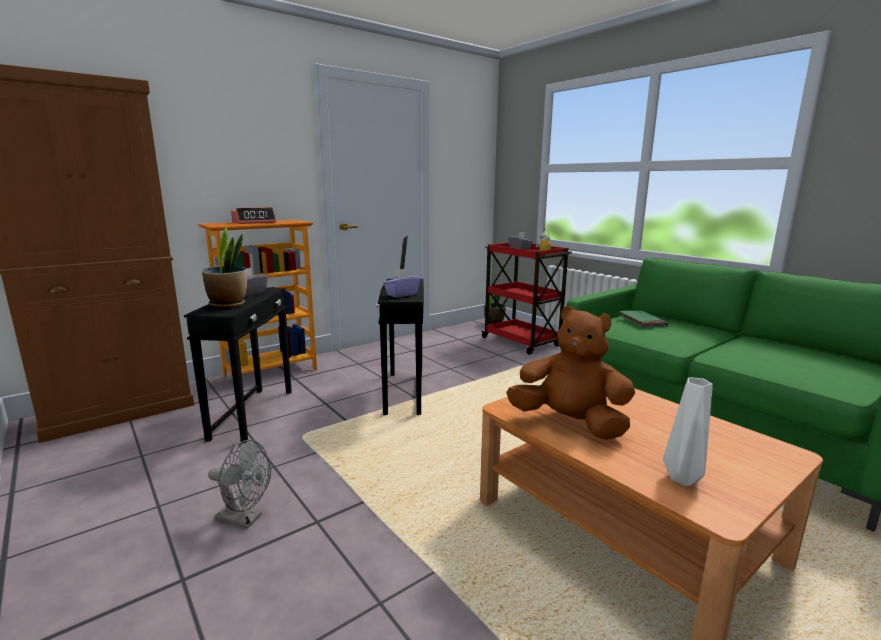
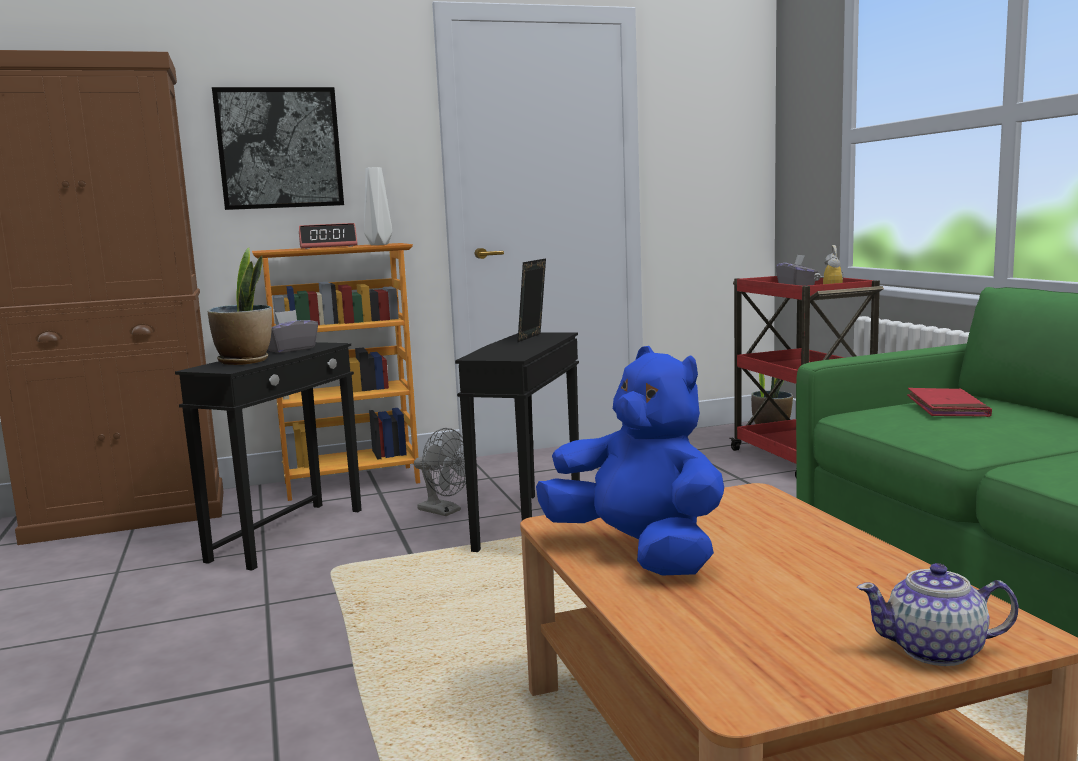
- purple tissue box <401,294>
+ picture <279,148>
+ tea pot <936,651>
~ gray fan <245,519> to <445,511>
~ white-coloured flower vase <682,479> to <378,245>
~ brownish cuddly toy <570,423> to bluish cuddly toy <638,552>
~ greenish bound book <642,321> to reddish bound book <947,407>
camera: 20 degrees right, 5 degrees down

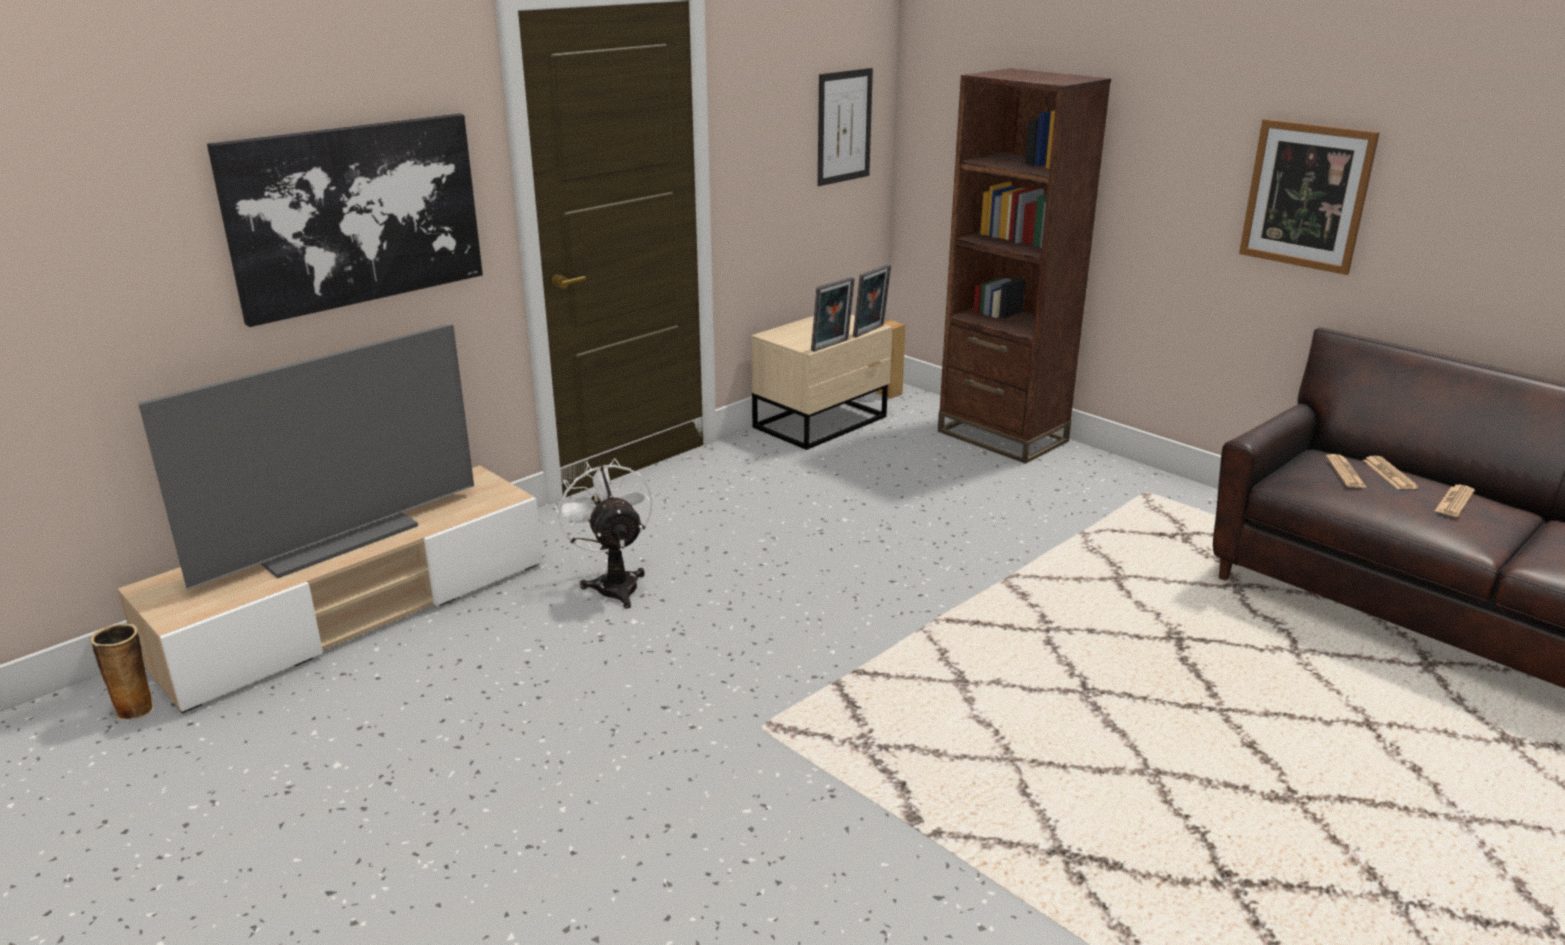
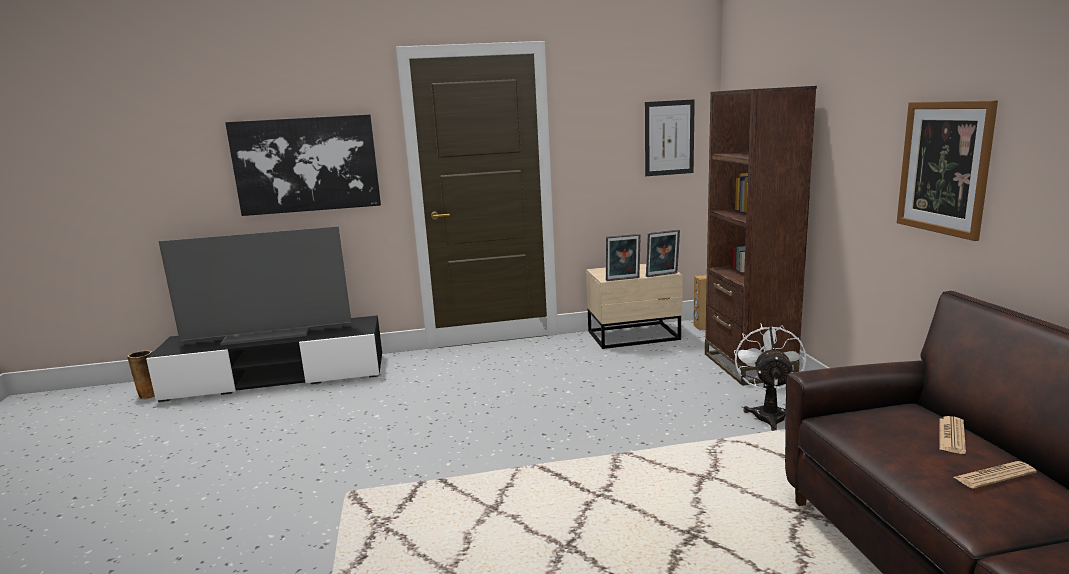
- daily paper <1345,472>
~ white-coloured fan <614,583> to <768,414>
~ beige tv unit <355,611> to black-coloured tv unit <277,377>
camera: 35 degrees right, 10 degrees down

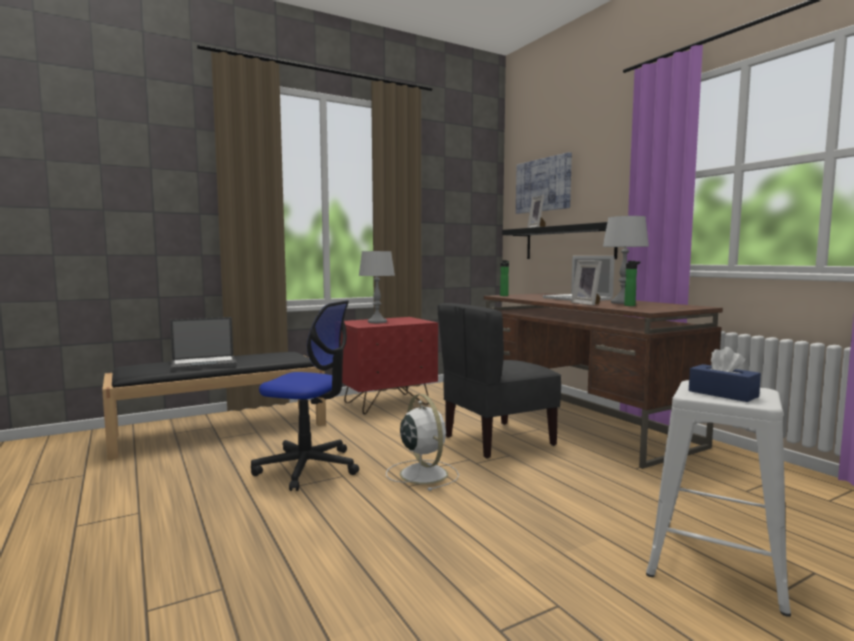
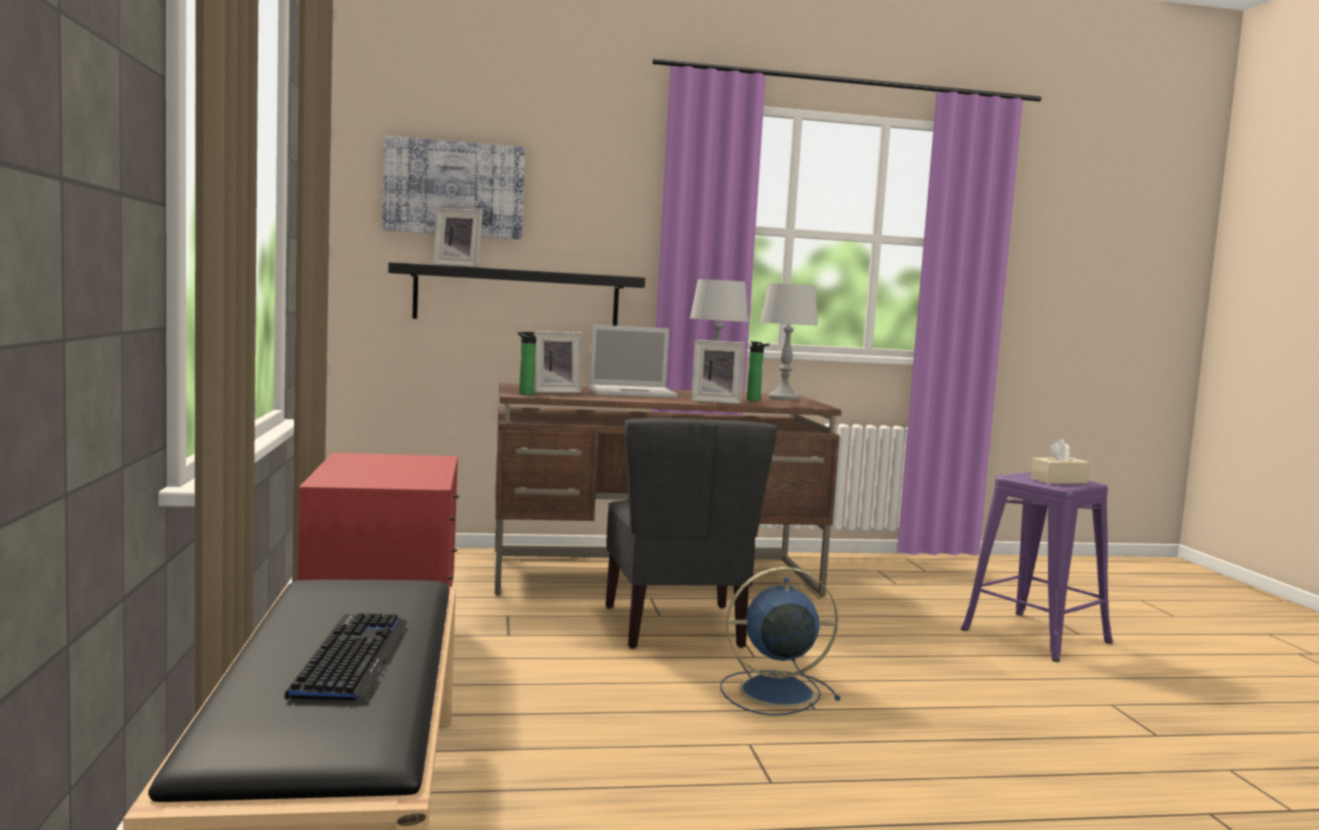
- desk chair <308,468>
+ picture frame <555,392>
~ gray tabletop lamp <377,322> to <783,398>
~ laptop <205,363> to keyboard <352,658>
~ white-coloured fan <422,473> to bluish fan <773,692>
~ white-coloured stool <716,563> to purple stool <1035,636>
~ bluish tissue box <722,394> to beige tissue box <1059,481>
camera: 70 degrees left, 0 degrees up

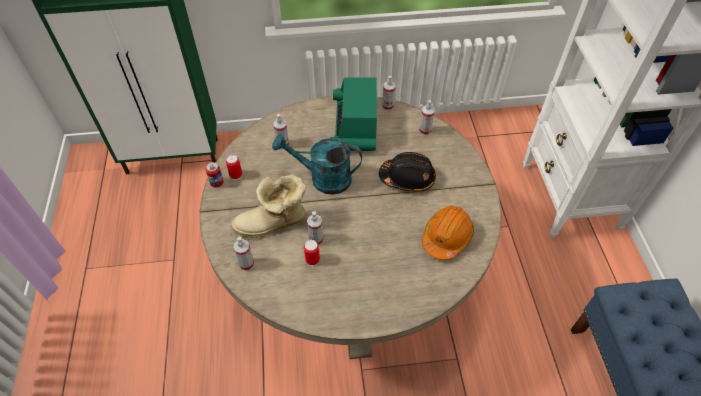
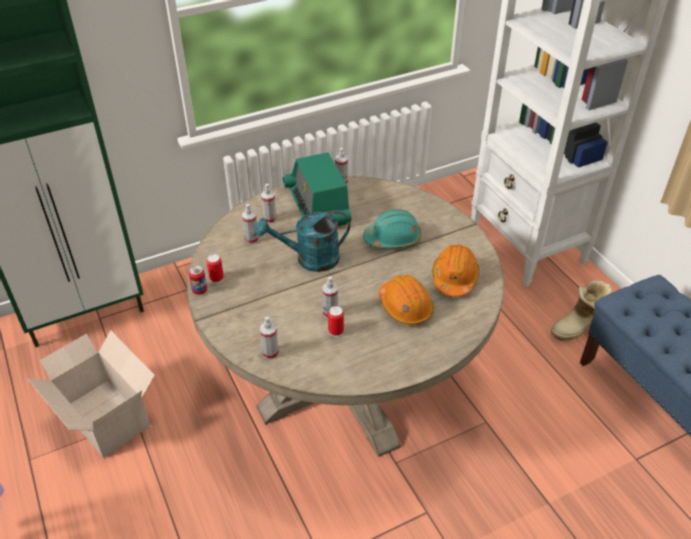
+ carton <105,415>
+ orange hard hat <405,307>
~ tall boot <273,224> to <577,326>
~ spray bottle <425,130> to <270,219>
~ black-coloured hard hat <407,178> to turquoise-coloured hard hat <392,239>
camera: 20 degrees left, 10 degrees down

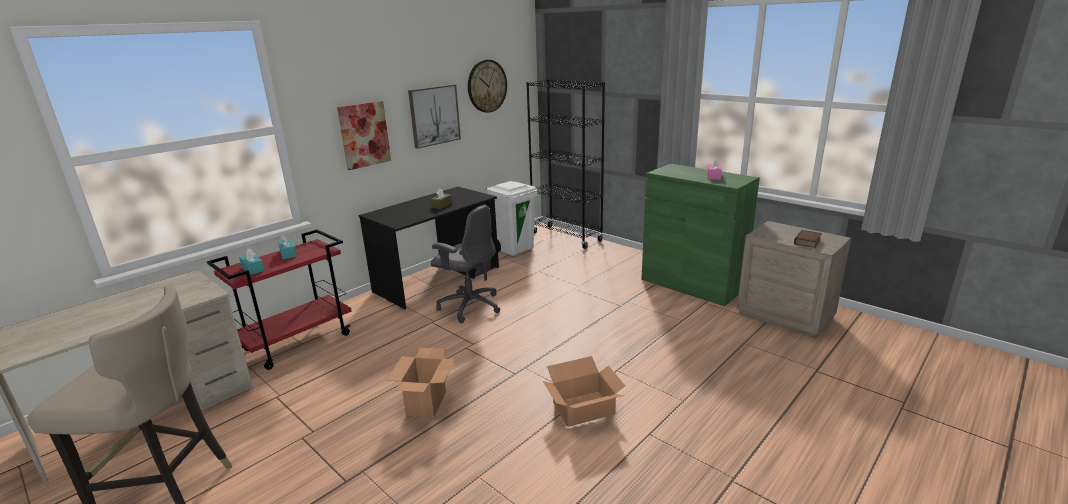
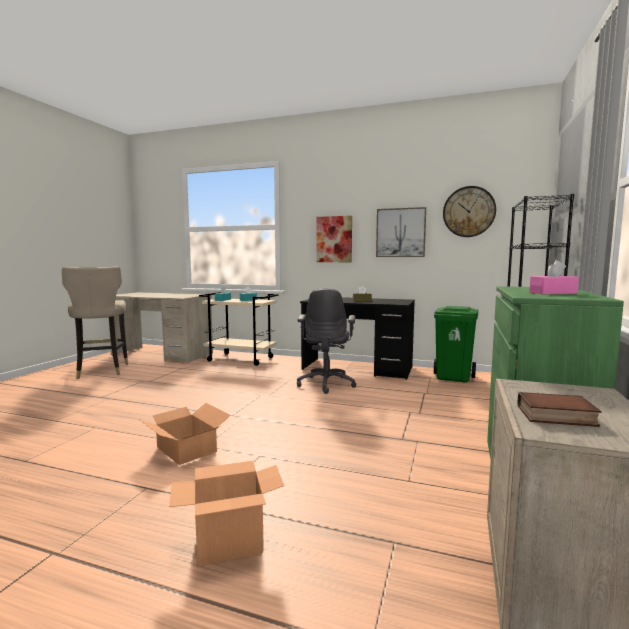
~ carton <426,403> to <228,544>
~ reddish wheeled cart <298,341> to beige wheeled cart <241,359>
~ white-coloured rubbish bin <514,249> to greenish rubbish bin <454,378>
camera: 65 degrees right, 15 degrees down

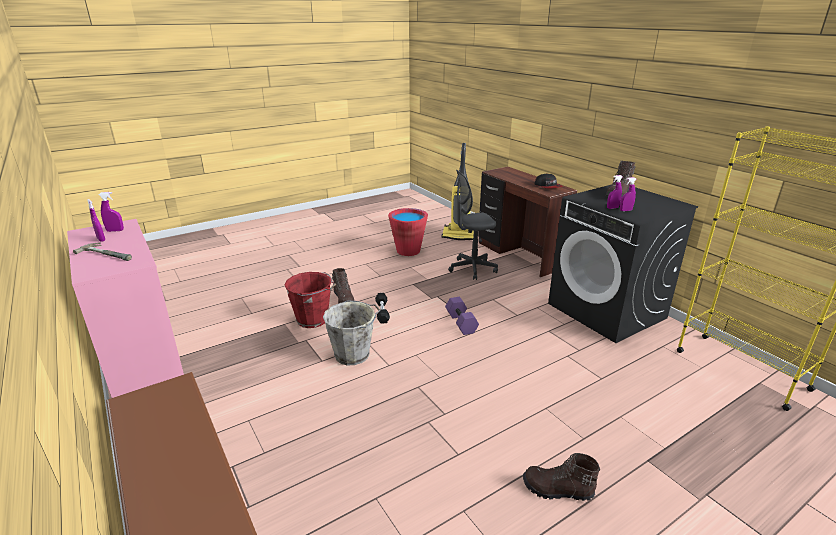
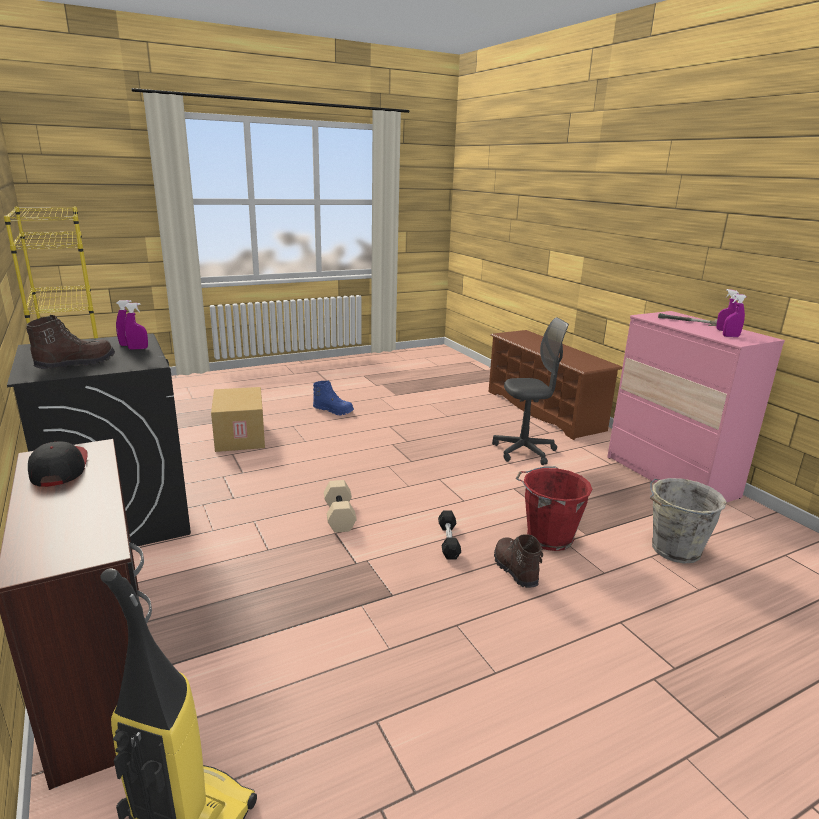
- reddish pail <408,251>
+ carton <241,436>
~ gray pail <353,354> to <674,550>
~ gray desk chair <472,269> to <524,451>
~ purple free weight <462,323> to beige free weight <338,516>
~ brownish tall boot <557,490> to bluish tall boot <333,410>
camera: 175 degrees left, 5 degrees down

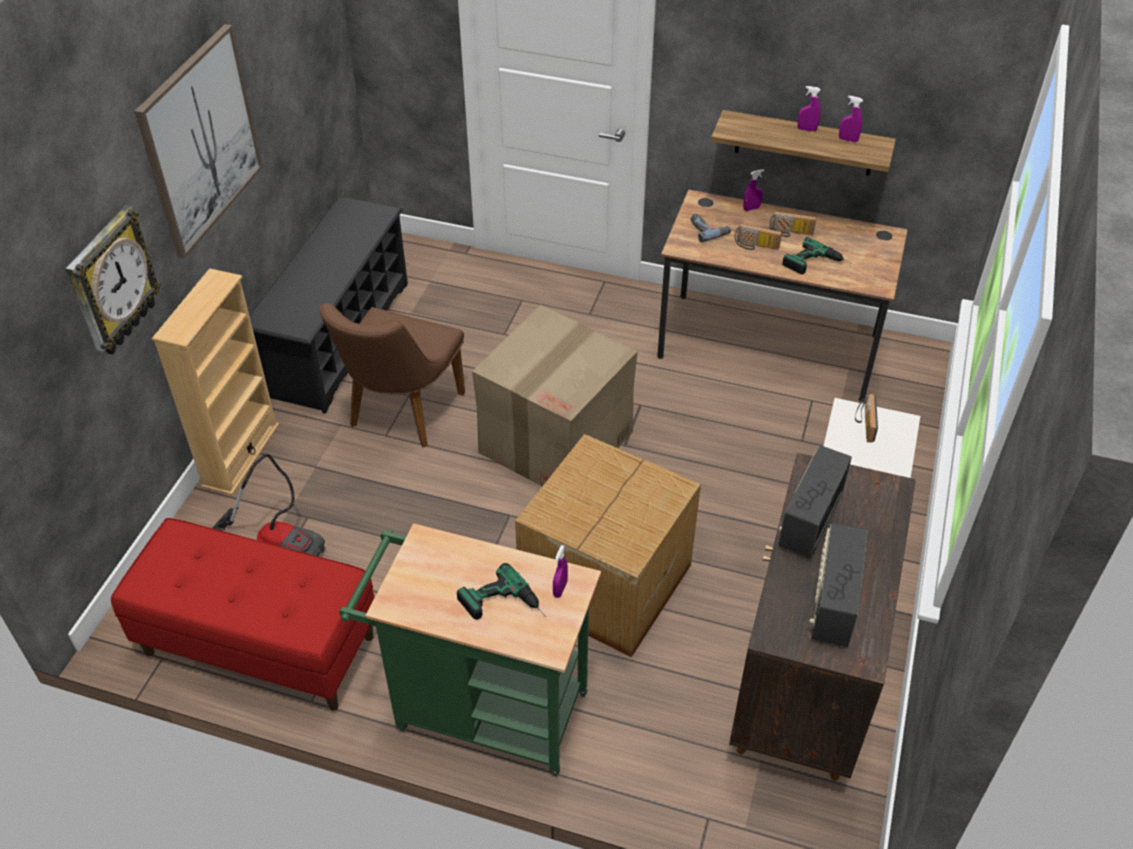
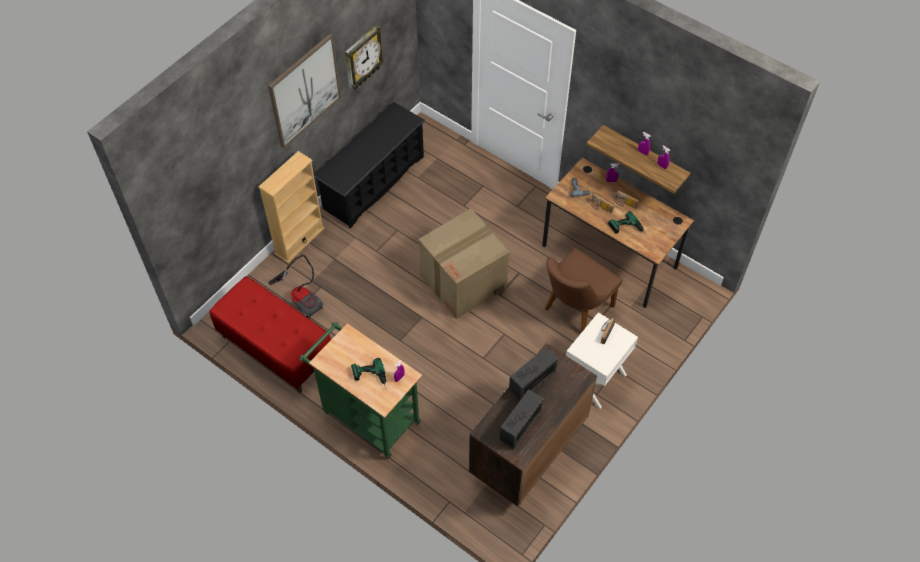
- carton <603,584>
~ clock on the wall <112,283> to <362,57>
~ brownish chair <400,415> to <574,310>
camera: 20 degrees right, 10 degrees up

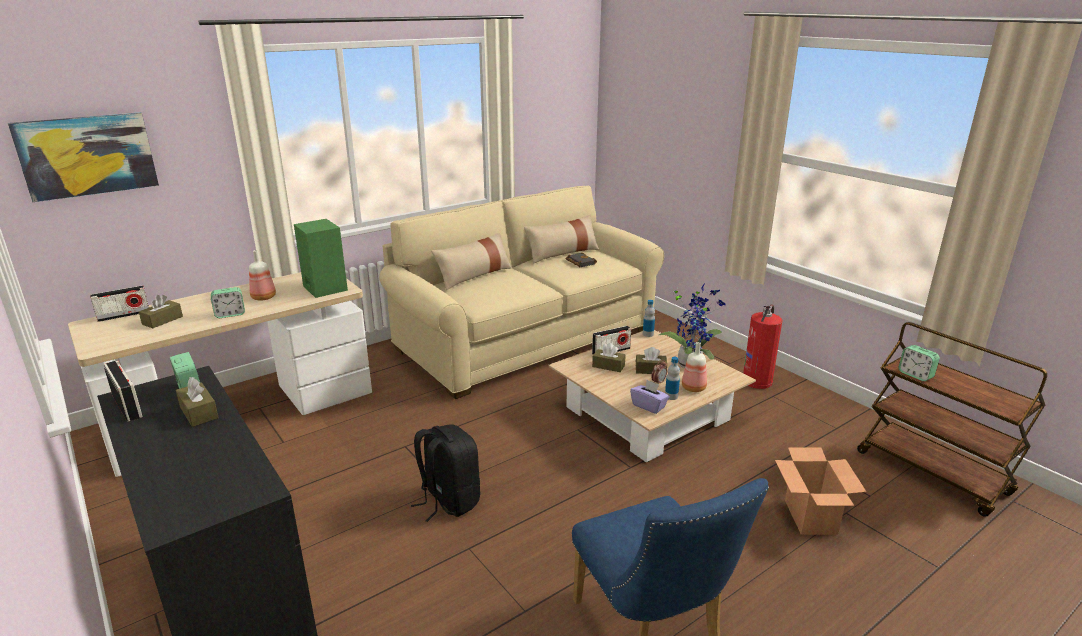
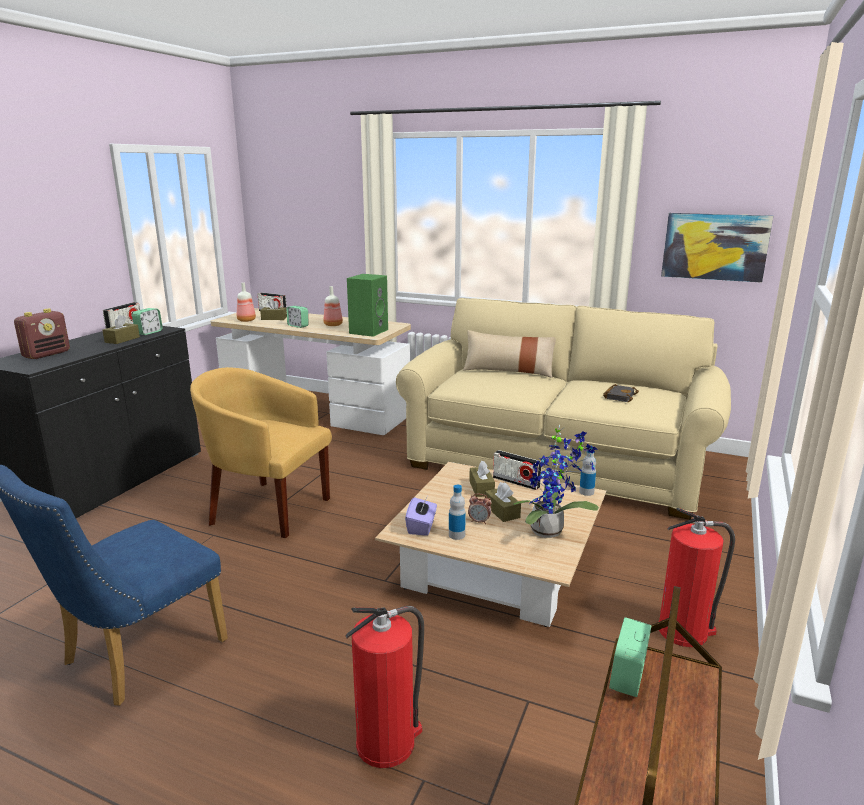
- beige pillow <562,253>
+ radio receiver <47,354>
~ picture <87,155> to <715,246>
~ beverage bottle <694,388> to <246,320>
~ black-coloured backpack <448,501> to yellow-coloured lounge chair <267,508>
~ carton <811,517> to fire extinguisher <387,743>
camera: 60 degrees right, 5 degrees down

